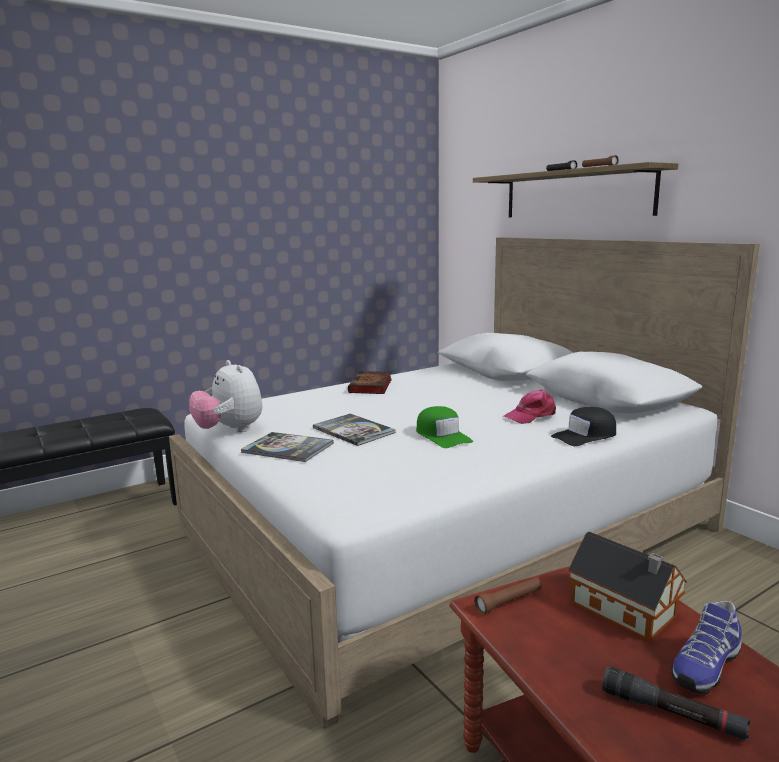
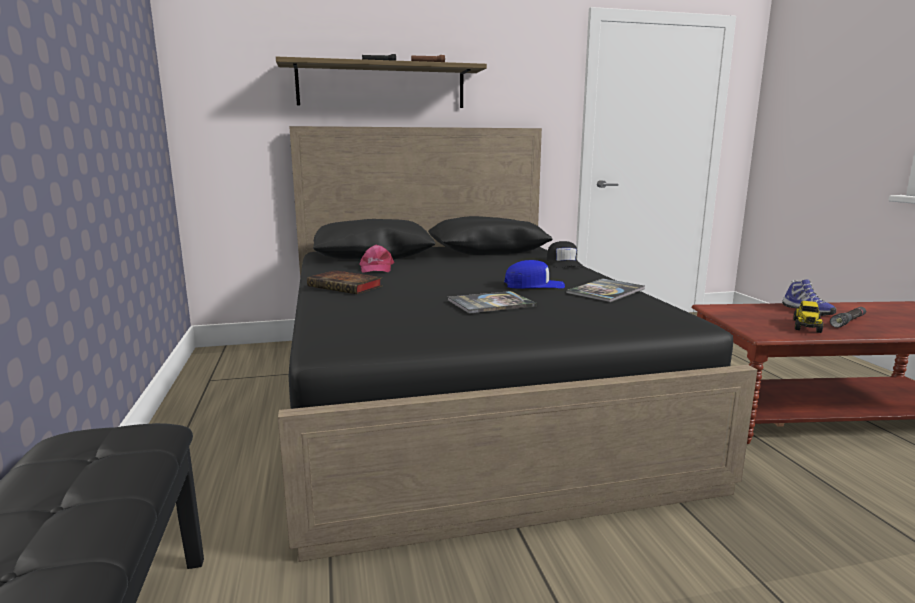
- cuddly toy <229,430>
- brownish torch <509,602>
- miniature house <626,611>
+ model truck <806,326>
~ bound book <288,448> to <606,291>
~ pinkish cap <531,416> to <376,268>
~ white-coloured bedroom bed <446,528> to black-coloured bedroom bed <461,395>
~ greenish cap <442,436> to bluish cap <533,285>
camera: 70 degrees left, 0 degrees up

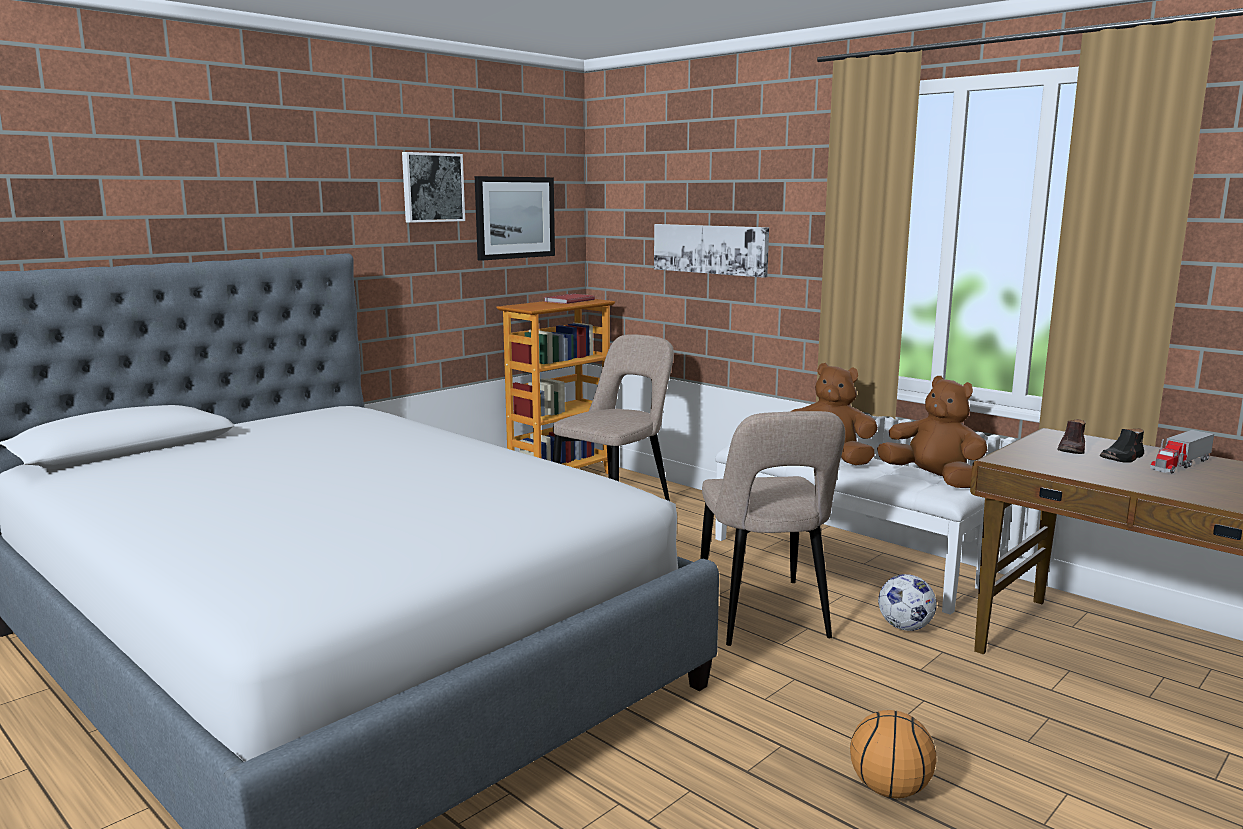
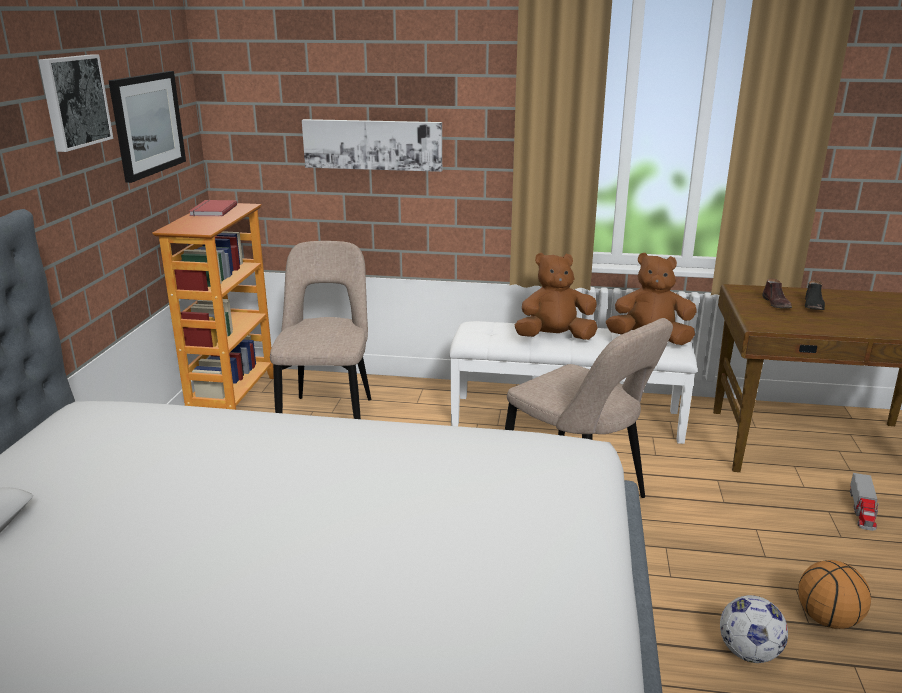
~ football ball <905,627> to <748,653>
~ model truck <1179,464> to <862,510>
camera: 35 degrees left, 10 degrees up

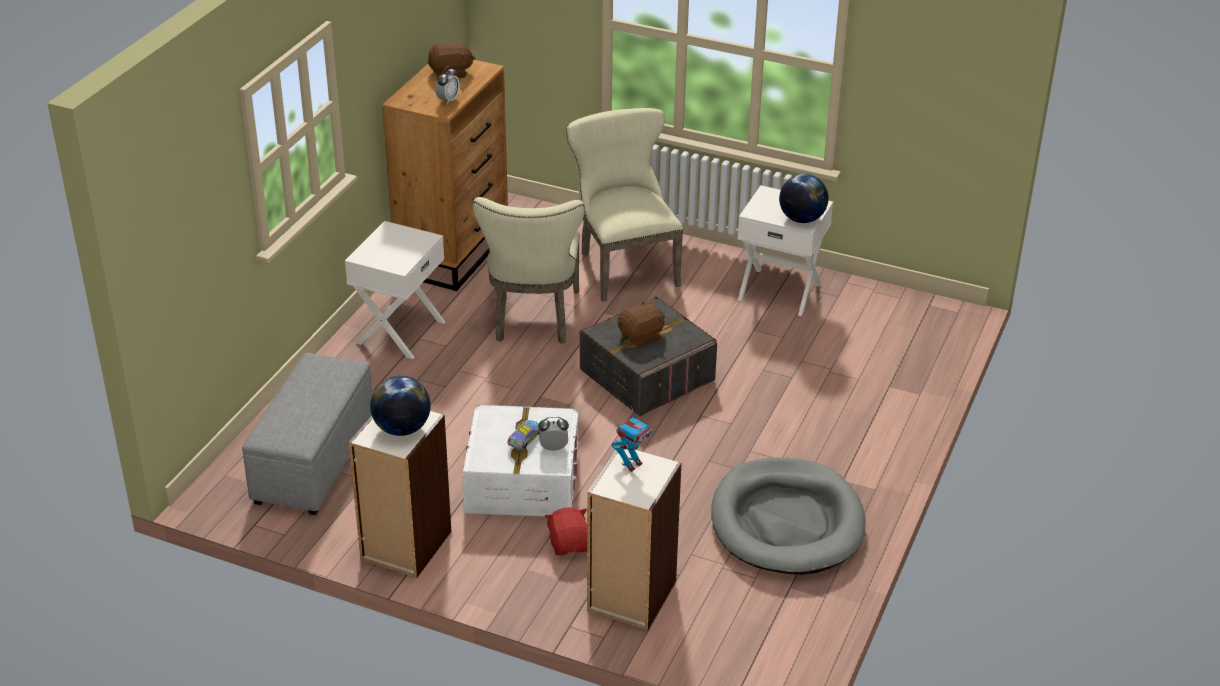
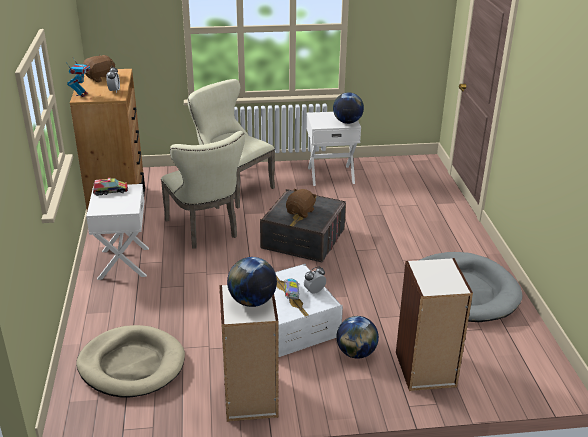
+ model truck <110,191>
~ model robot <631,464> to <81,94>
~ gray pouffe <314,460> to beige dog cushion <132,365>
~ reddish cuddly toy <569,544> to world globe <356,353>
camera: 30 degrees left, 5 degrees down

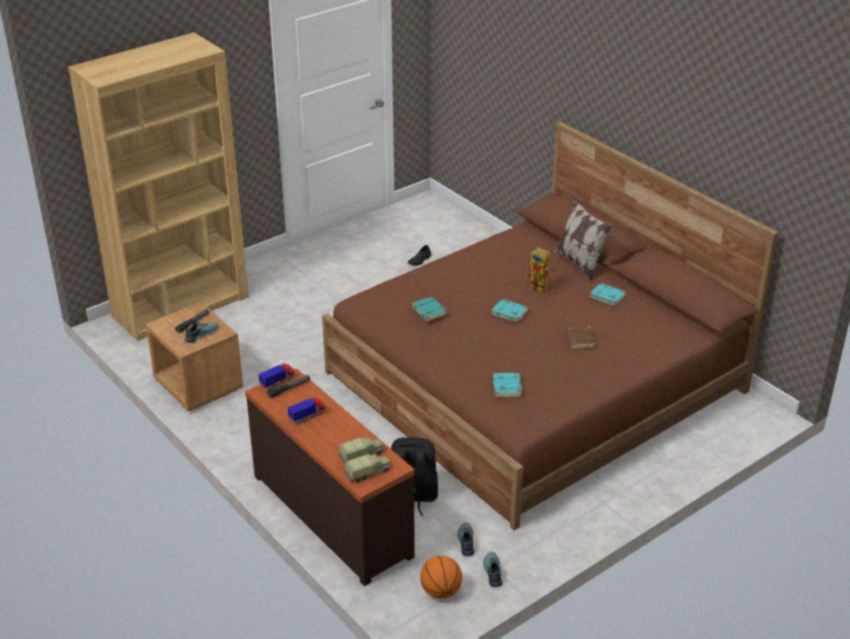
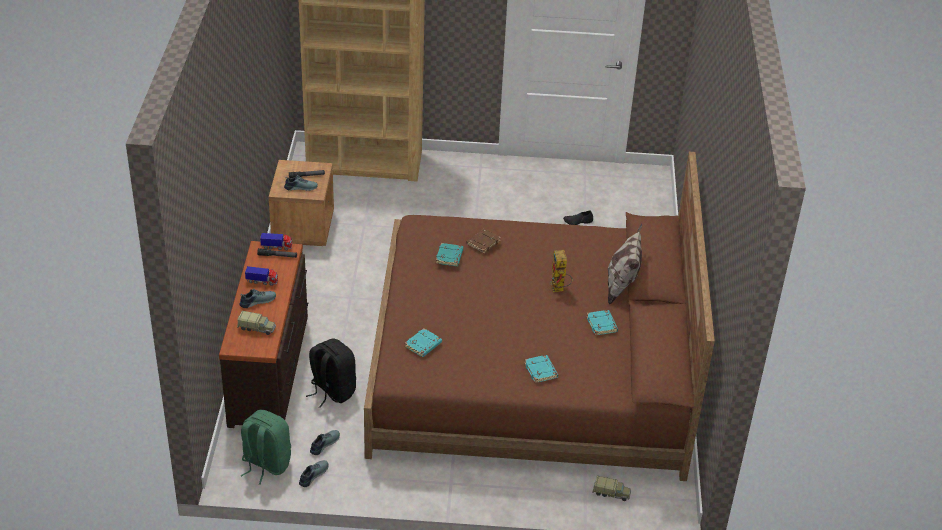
+ item of footwear <257,301>
~ model truck <368,472> to <611,493>
~ turquoise-coloured bound book <510,313> to <541,371>
~ brownish bound book <579,340> to <483,242>
~ basketball ball <441,591> to greenish backpack <265,464>
camera: 40 degrees right, 5 degrees up

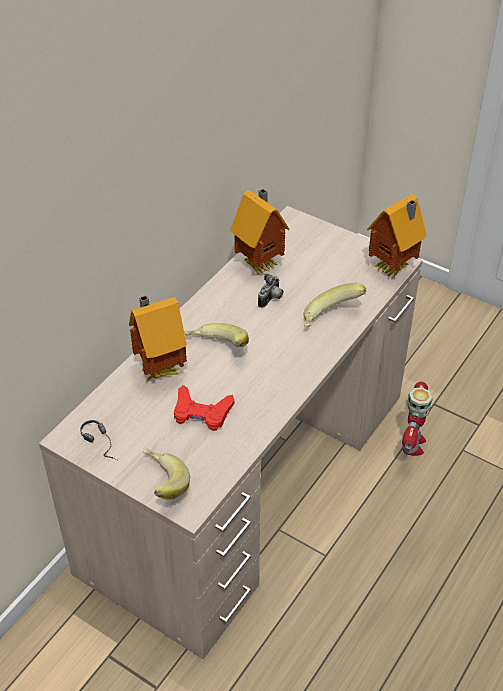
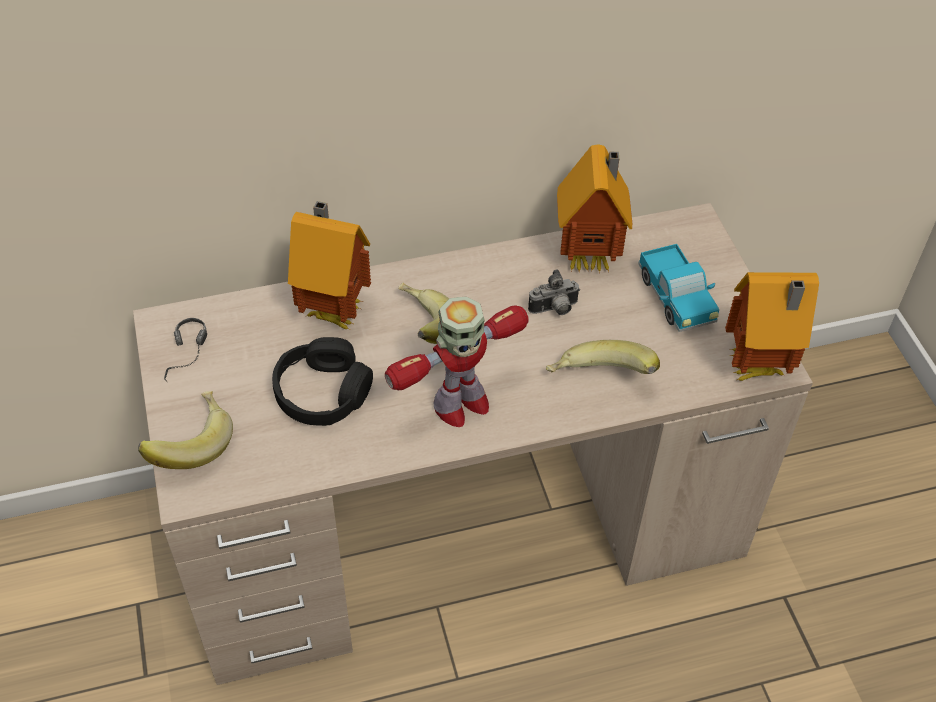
+ model truck <675,300>
~ model robot <412,445> to <460,405>
~ reddish game controller <201,412> to black-coloured headset <322,392>
camera: 40 degrees right, 5 degrees up

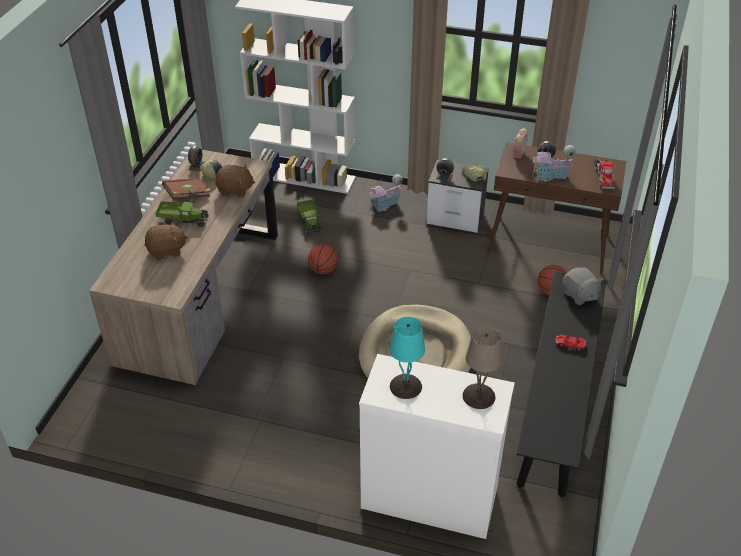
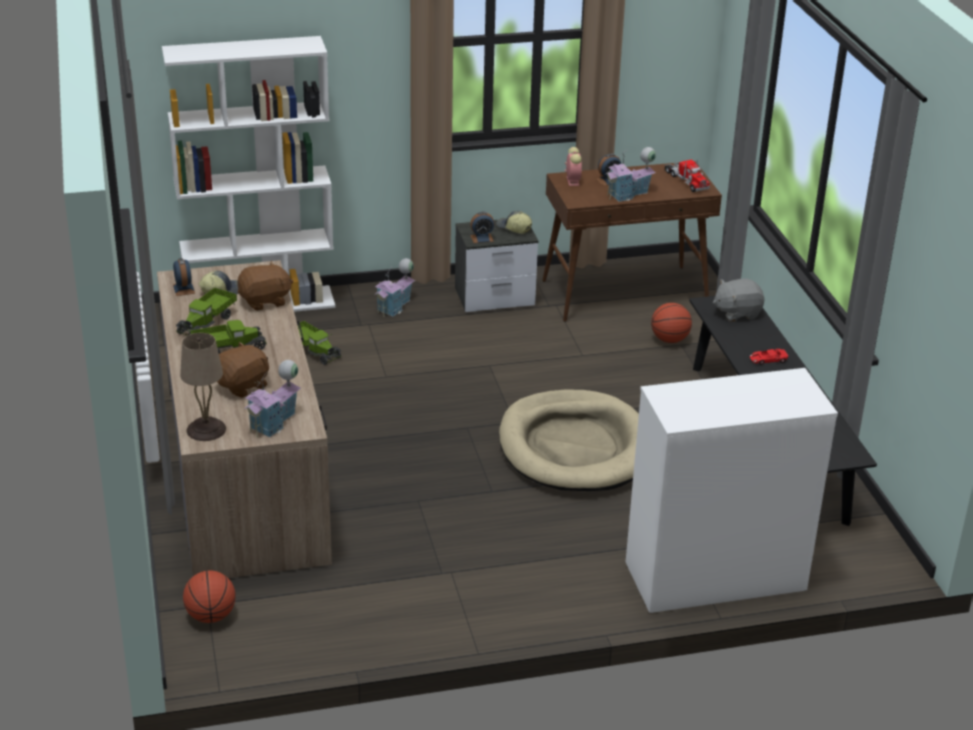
- turquoise-coloured tabletop lamp <405,386>
+ miniature house <275,422>
~ basketball ball <323,270> to <211,616>
~ beige tabletop lamp <479,396> to <206,430>
~ brownish bound book <188,196> to model truck <207,323>
~ gray cuddly toy <579,295> = <737,312> 135 degrees clockwise
camera: 30 degrees left, 10 degrees down

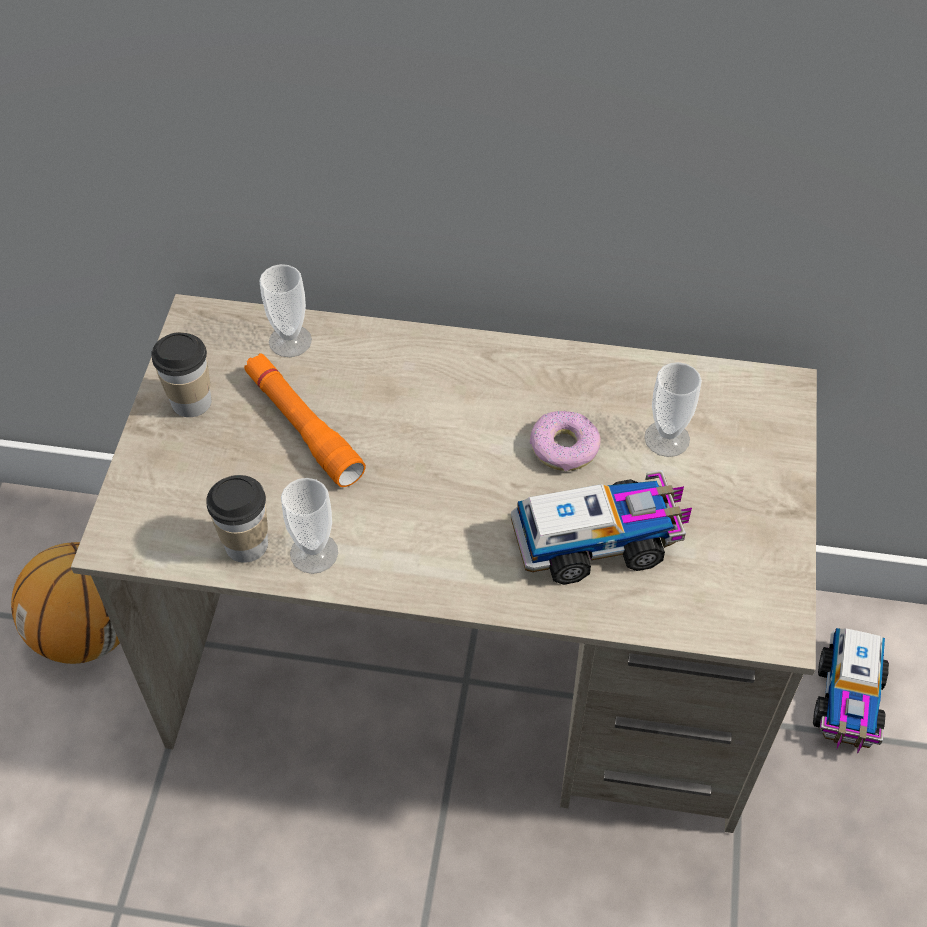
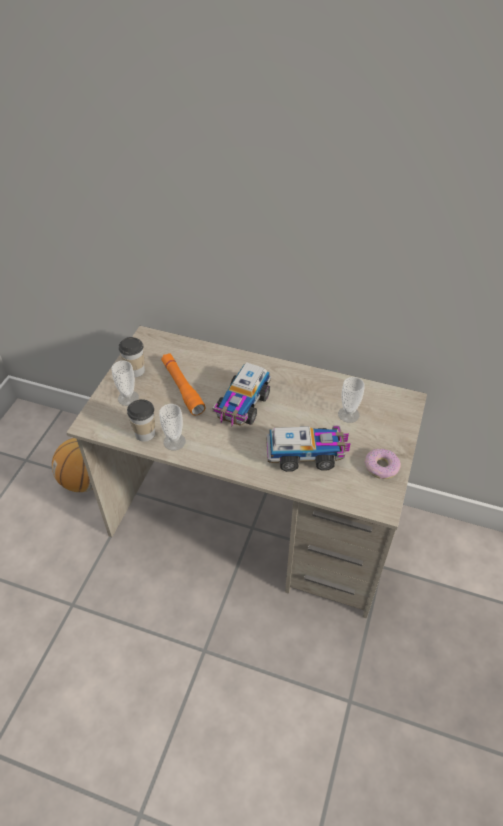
~ small cup <290,341> to <128,398>
~ donut <564,448> to <381,467>
~ model truck <847,701> to <242,405>
camera: 10 degrees right, 5 degrees down

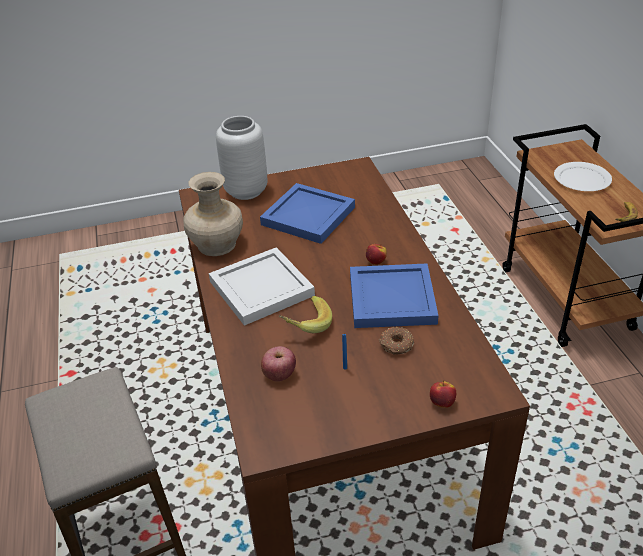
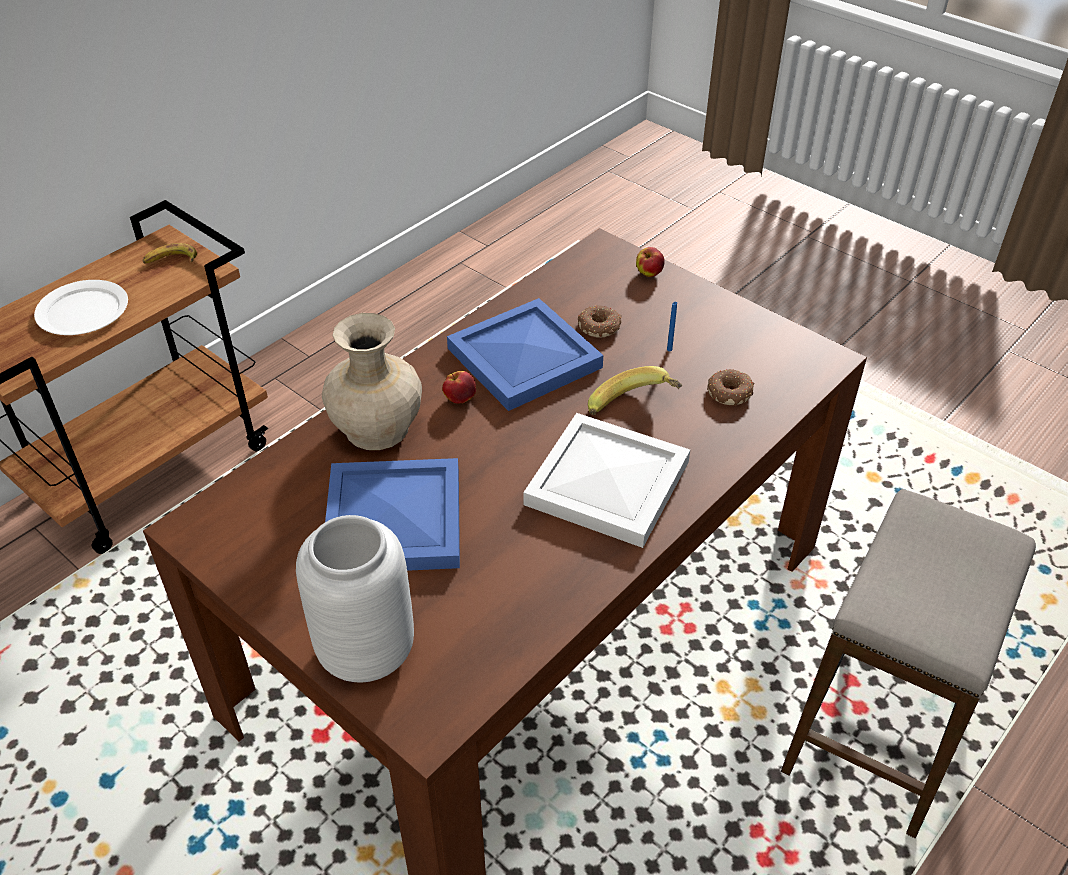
~ beige flower vase <217,245> to <378,427>
~ whole apple <279,374> to donut <729,392>
camera: 125 degrees left, 5 degrees up

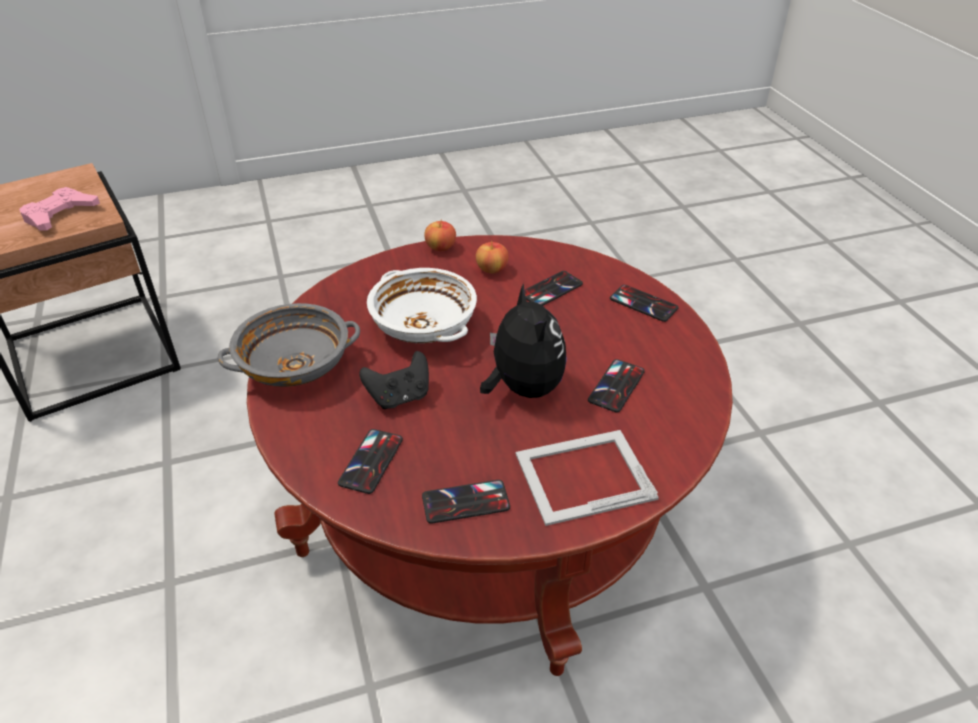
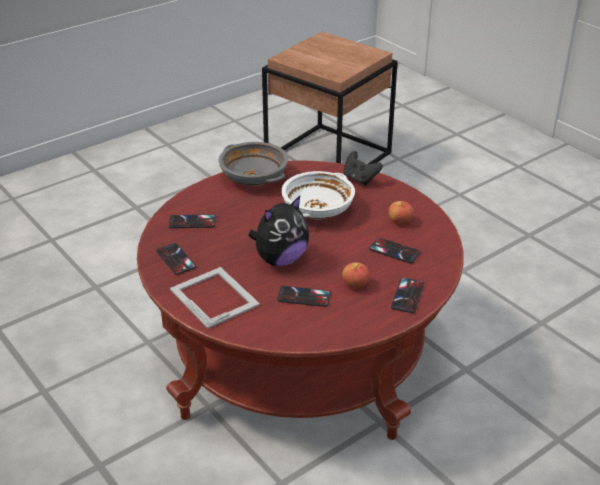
- pinkish game controller <60,215>
~ black-coloured game controller <399,397> to <360,179>
~ whole apple <440,247> to <355,284>
camera: 70 degrees right, 5 degrees down

